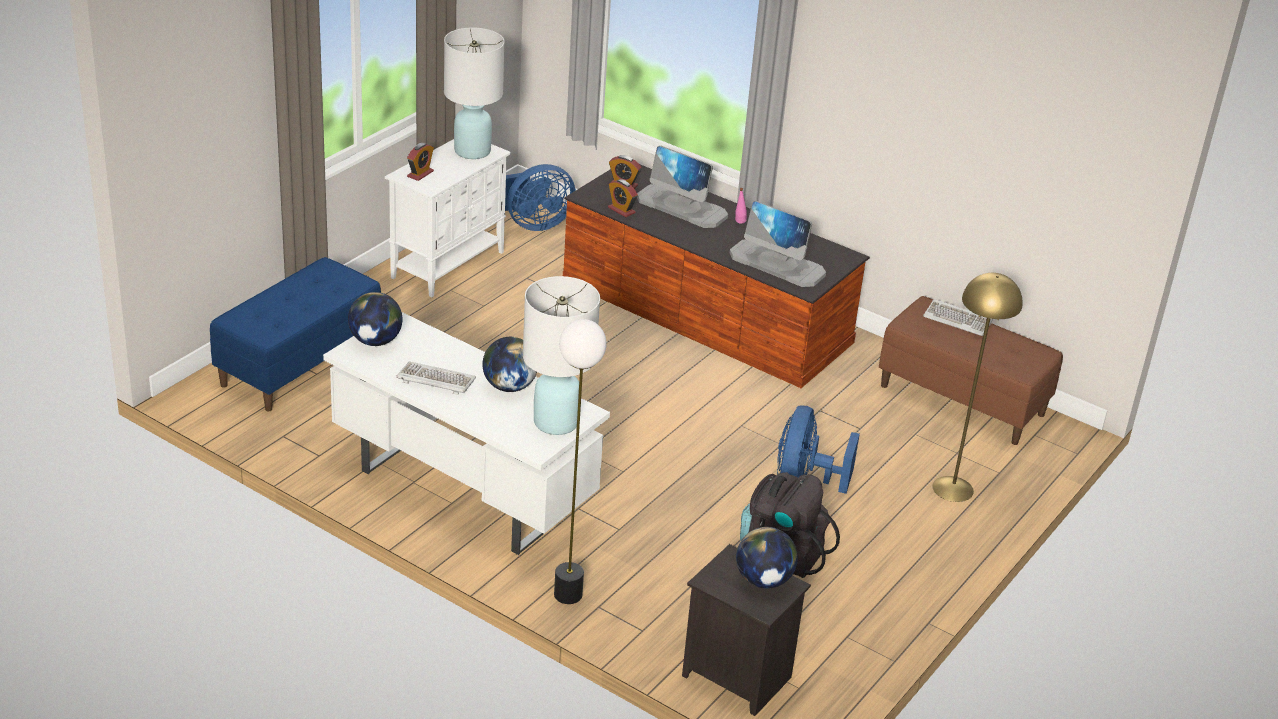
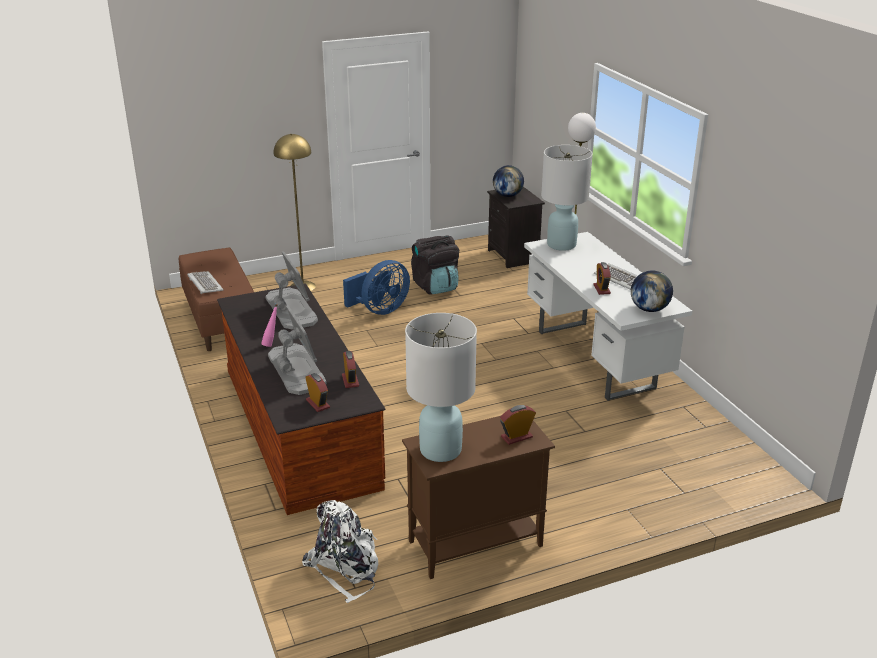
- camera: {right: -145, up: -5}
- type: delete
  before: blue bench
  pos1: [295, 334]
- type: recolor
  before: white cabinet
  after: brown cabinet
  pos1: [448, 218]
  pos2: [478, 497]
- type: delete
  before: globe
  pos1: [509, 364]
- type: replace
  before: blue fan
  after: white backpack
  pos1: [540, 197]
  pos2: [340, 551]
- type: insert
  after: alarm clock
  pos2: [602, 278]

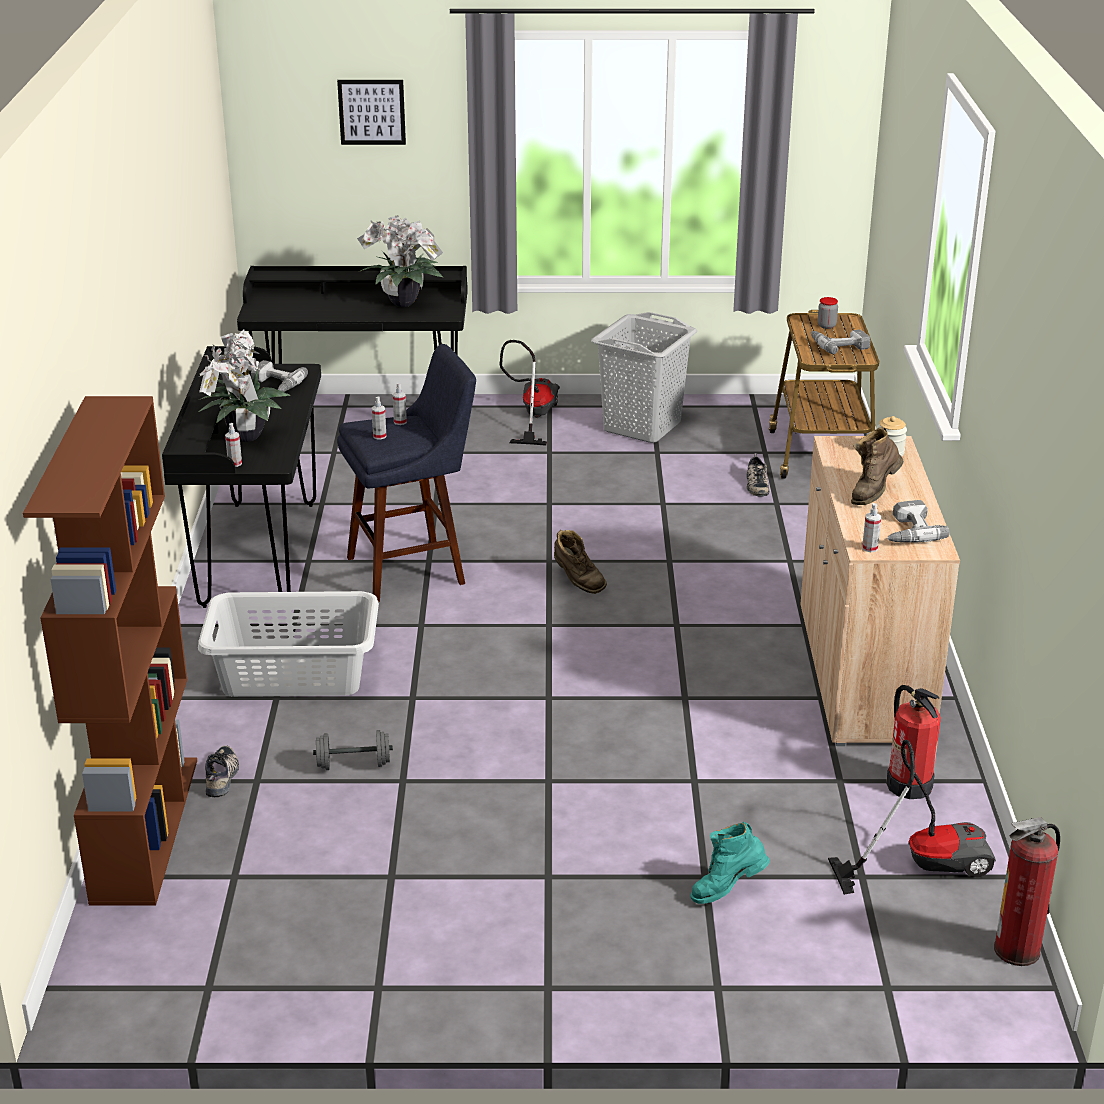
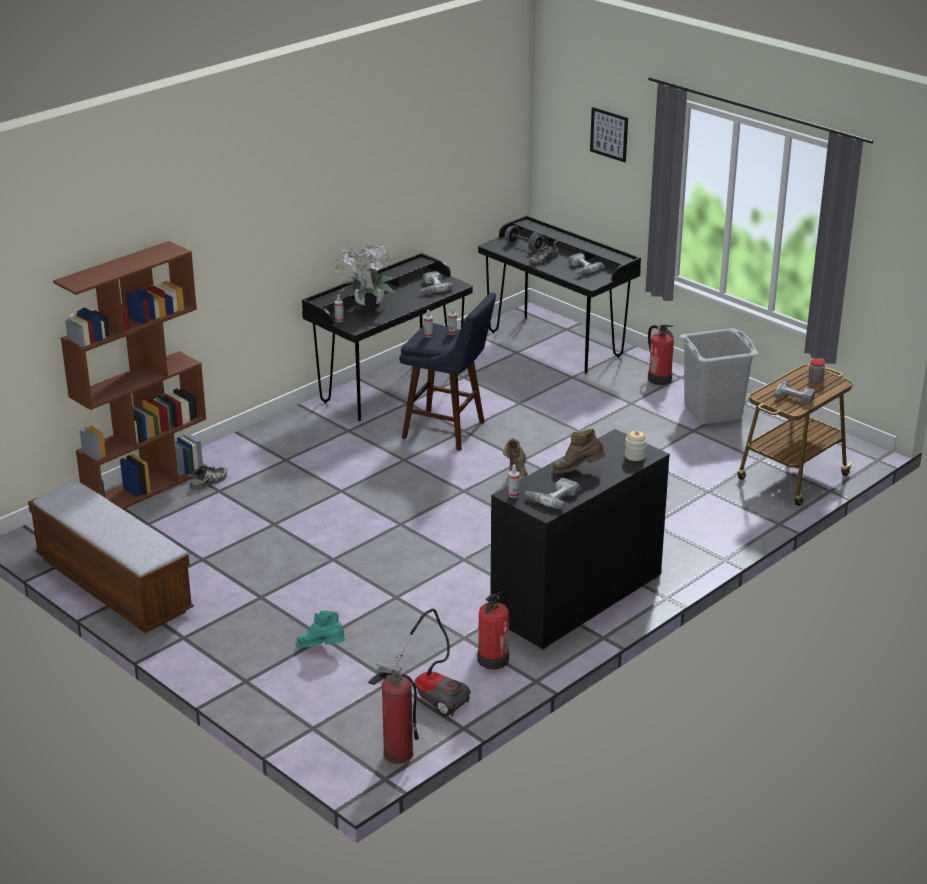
- camera: {right: 45, up: 0}
- type: delete
  before: grey laundry basket
  pos1: [288, 644]
- type: move
  before: grey dumbbell
  pos1: [353, 750]
  pos2: [523, 238]
- type: replace
  before: potted plant
  after: power drill
  pos1: [400, 261]
  pos2: [585, 264]
- type: replace
  before: vacuum cleaner
  after: fire extinguisher
  pos1: [529, 392]
  pos2: [661, 355]
- type: move
  before: shoe
  pos1: [757, 475]
  pos2: [544, 253]
- type: recolor
  before: beige cabinet
  after: black cabinet
  pos1: [880, 591]
  pos2: [580, 540]
- type: insert
  after: bench
  pos2: [111, 557]

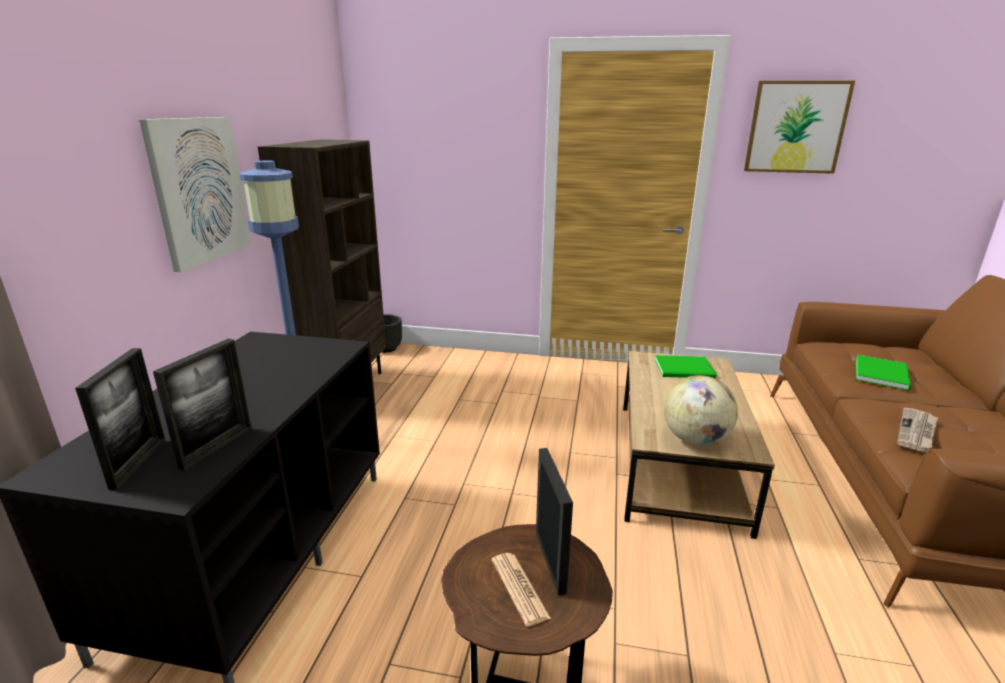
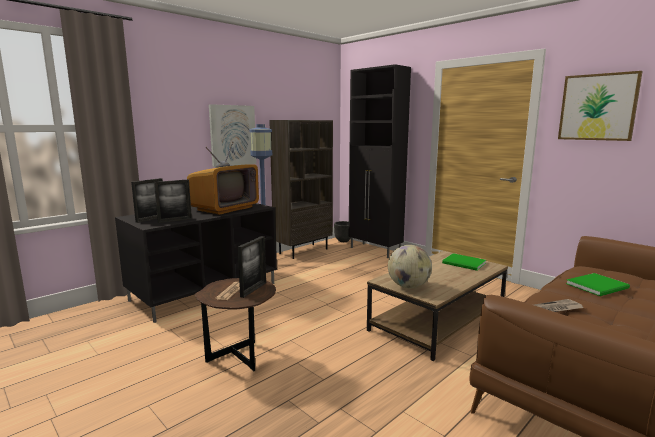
- camera: {right: 35, up: -10}
- type: insert
  after: television
  pos2: [223, 178]
- type: insert
  after: black cabinet
  pos2: [380, 161]

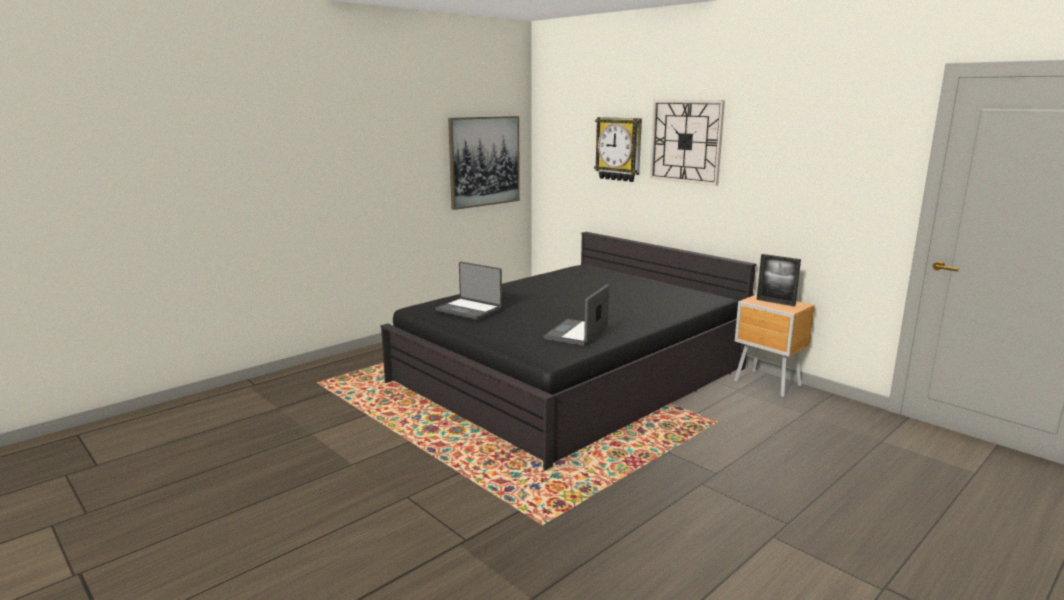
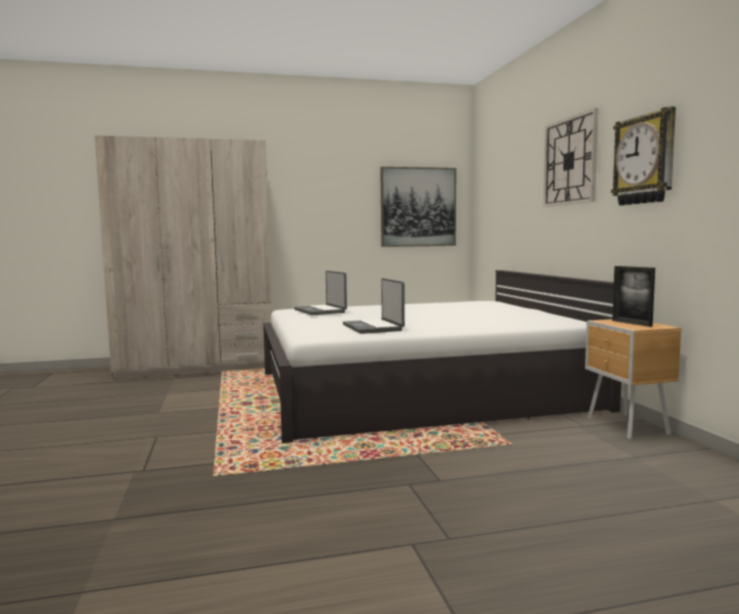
- camera: {right: 30, up: -10}
- type: recolor
  before: black bed
  after: white bed
  pos1: [568, 351]
  pos2: [442, 356]
- type: rotate
  before: laptop
  pos1: [576, 315]
  pos2: [374, 306]
  turn: -75
- type: move
  before: wall clock
  pos1: [618, 149]
  pos2: [643, 156]
- type: insert
  after: beige wardrobe
  pos2: [183, 257]

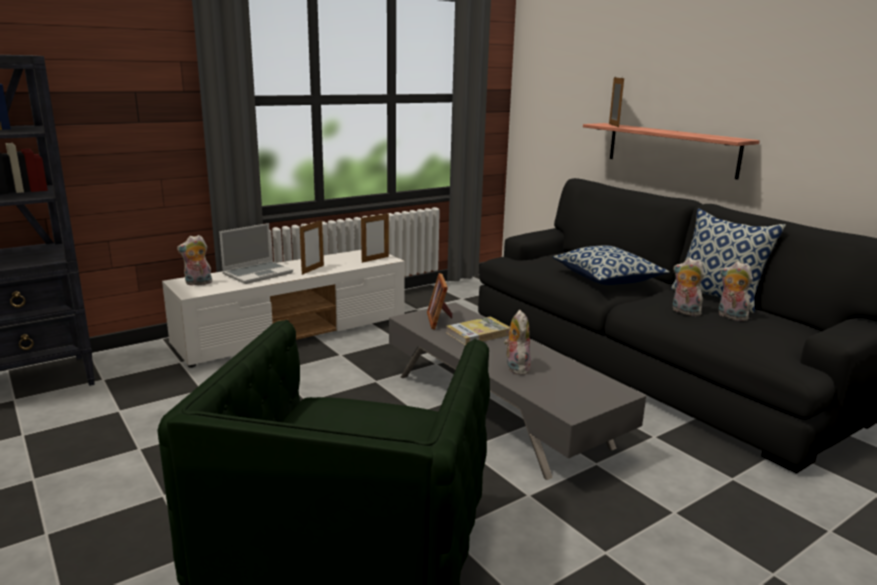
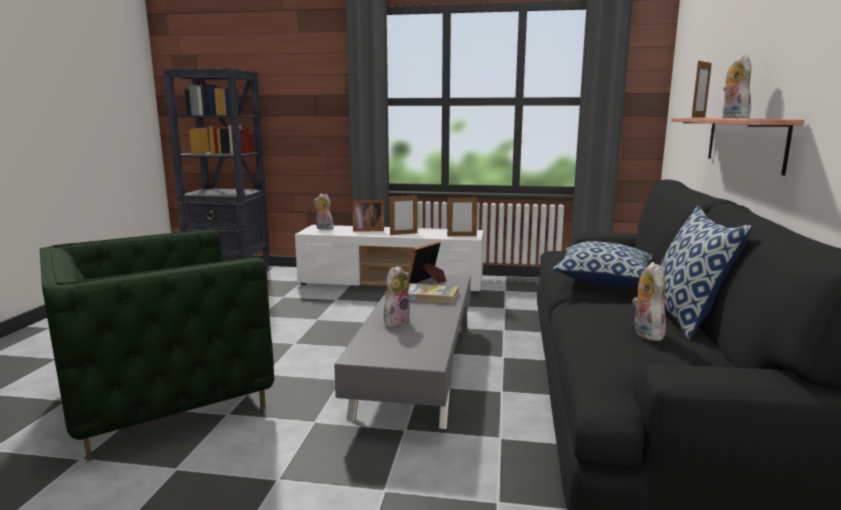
- camera: {right: 45, up: -5}
- type: replace
  before: laptop
  after: picture frame
  pos1: [256, 253]
  pos2: [368, 215]
- type: move
  before: plush toy
  pos1: [689, 287]
  pos2: [737, 86]

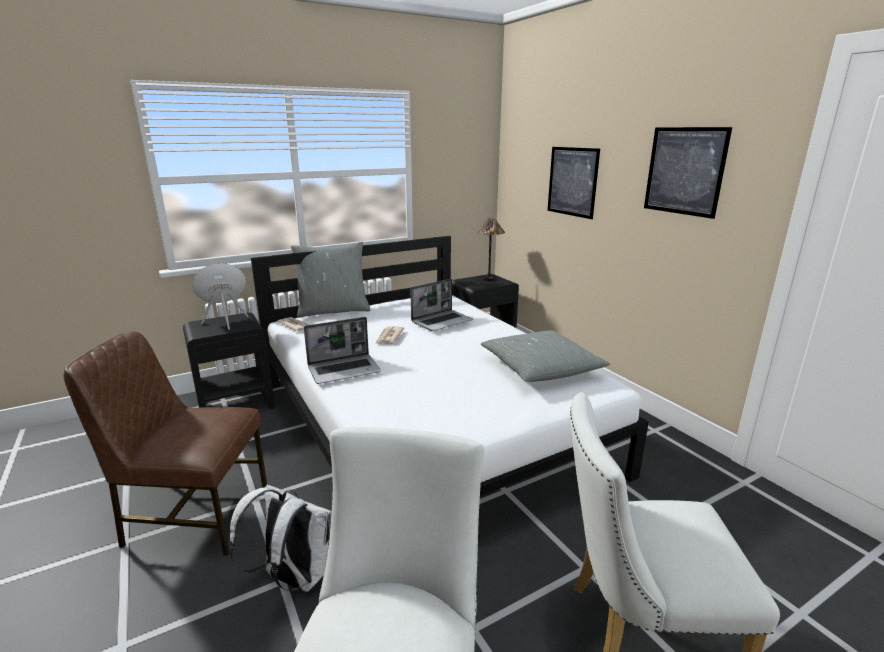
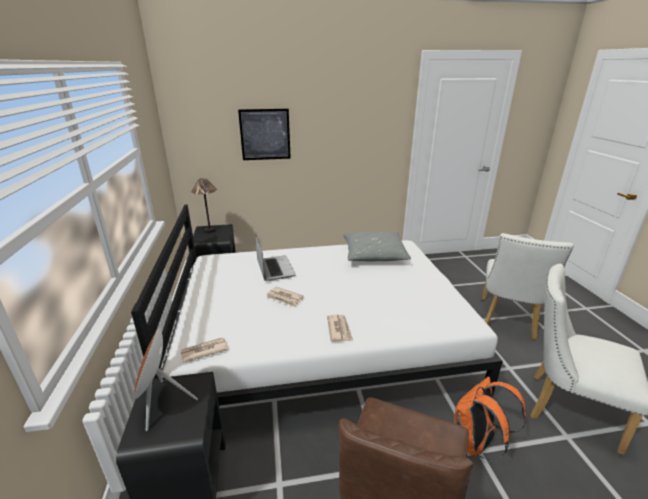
- camera: {right: -70, up: 5}
- type: recolor
  before: white backpack
  after: orange backpack
  pos1: [280, 538]
  pos2: [490, 418]
- type: delete
  before: grey pillow
  pos1: [330, 280]
- type: replace
  before: laptop
  after: newspaper
  pos1: [342, 350]
  pos2: [340, 328]
- type: delete
  before: picture
  pos1: [688, 173]

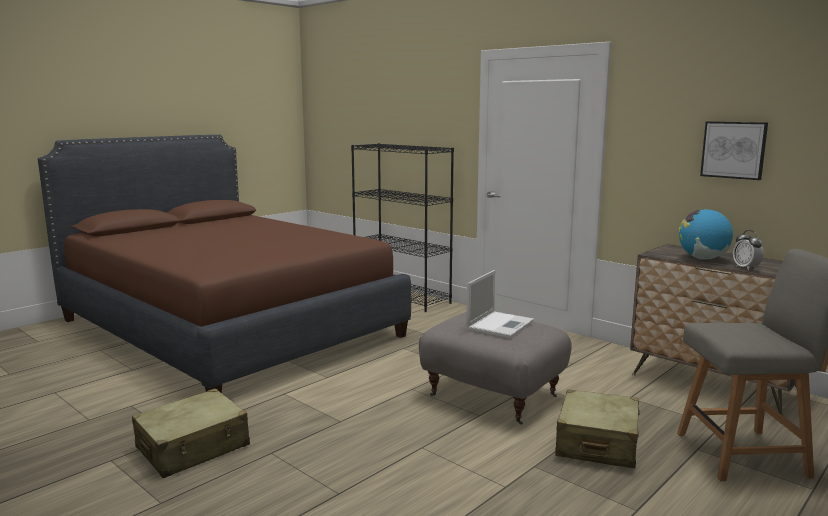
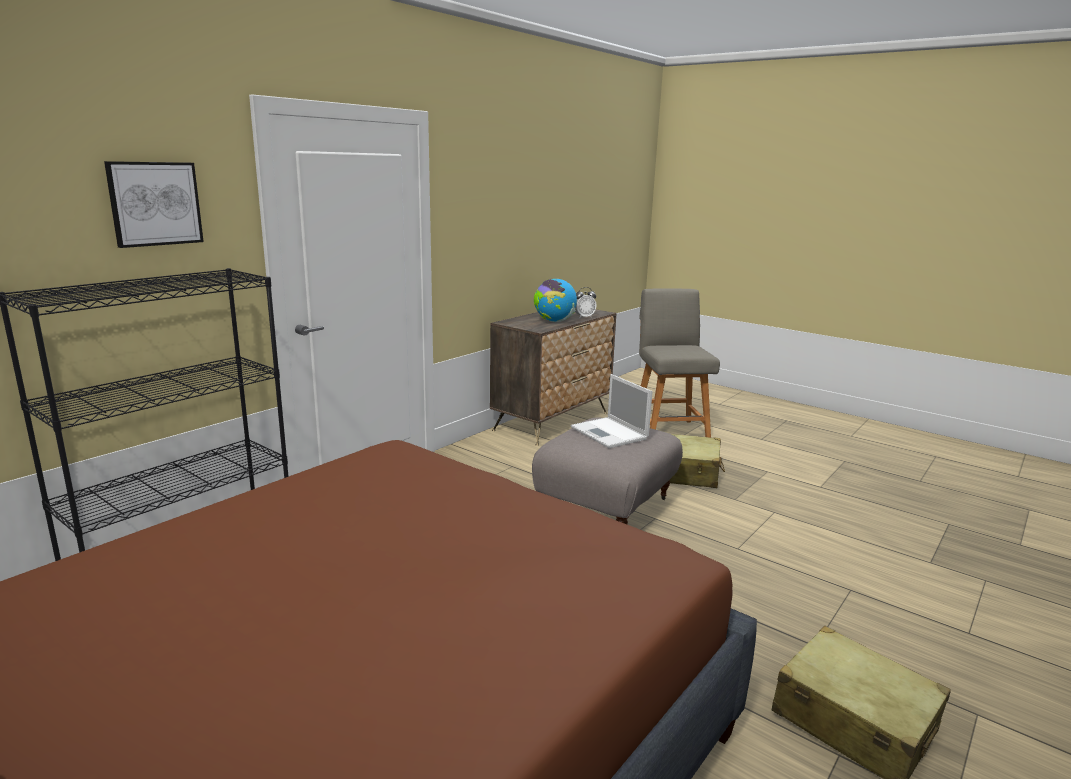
- camera: {right: -95, up: 5}
- type: rotate
  before: laptop
  pos1: [500, 304]
  pos2: [612, 411]
  turn: -150
- type: move
  before: picture
  pos1: [734, 150]
  pos2: [154, 204]

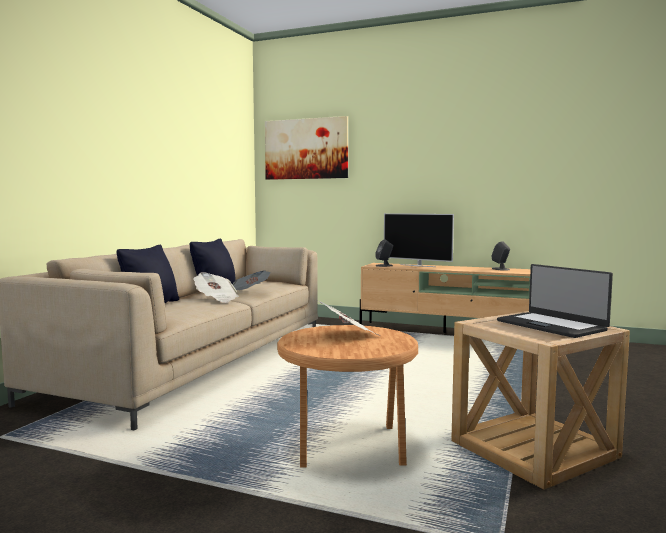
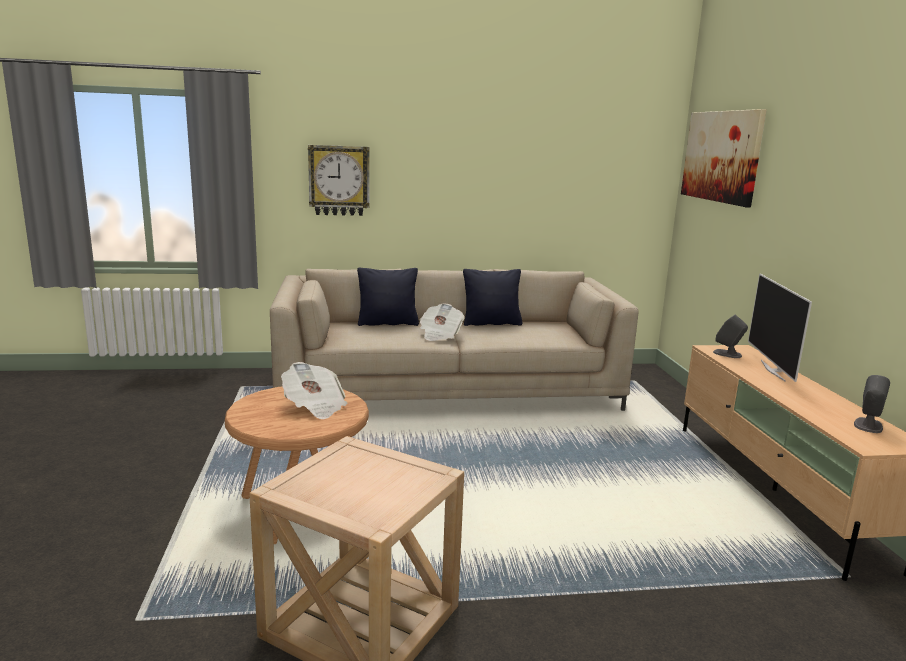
- camera: {right: 60, up: 10}
- type: delete
  before: newspaper
  pos1: [251, 280]
- type: delete
  before: laptop
  pos1: [555, 301]
- type: insert
  after: wall clock
  pos2: [339, 180]

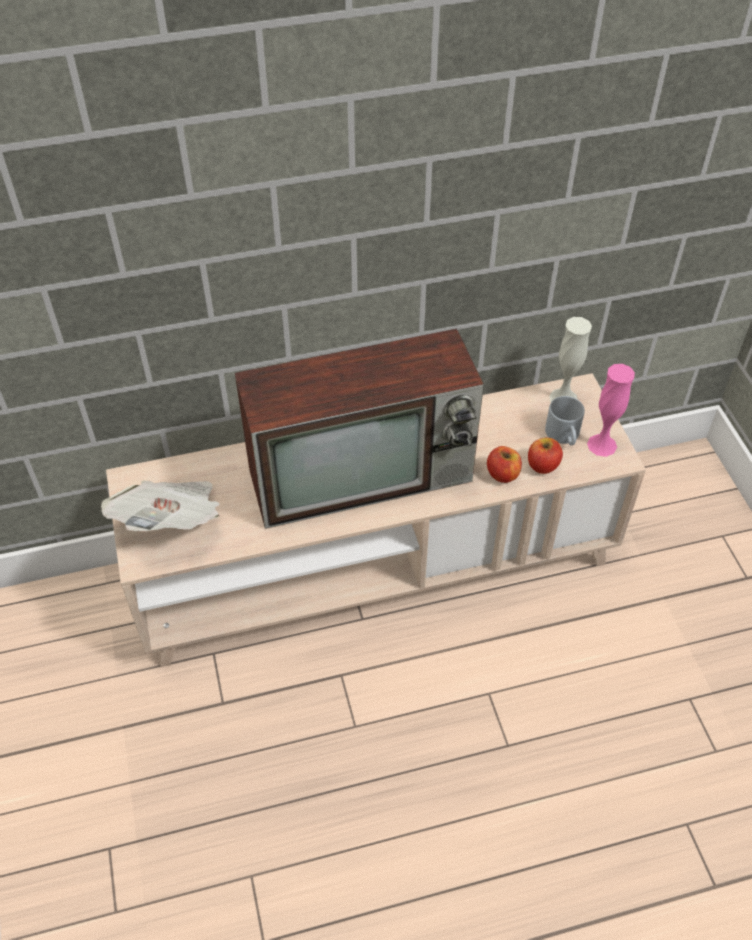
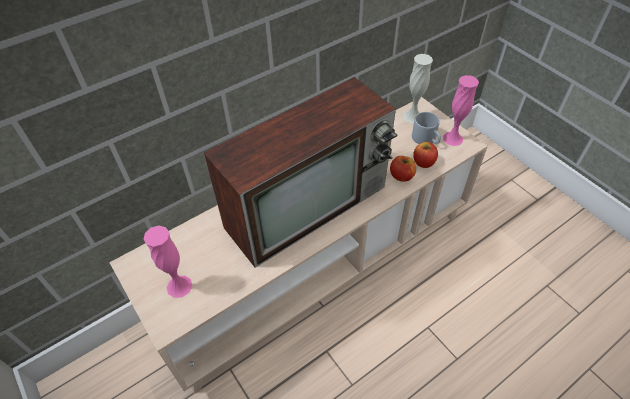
- camera: {right: -20, up: 0}
- type: replace
  before: newspaper
  after: pink vase
  pos1: [160, 506]
  pos2: [168, 262]

